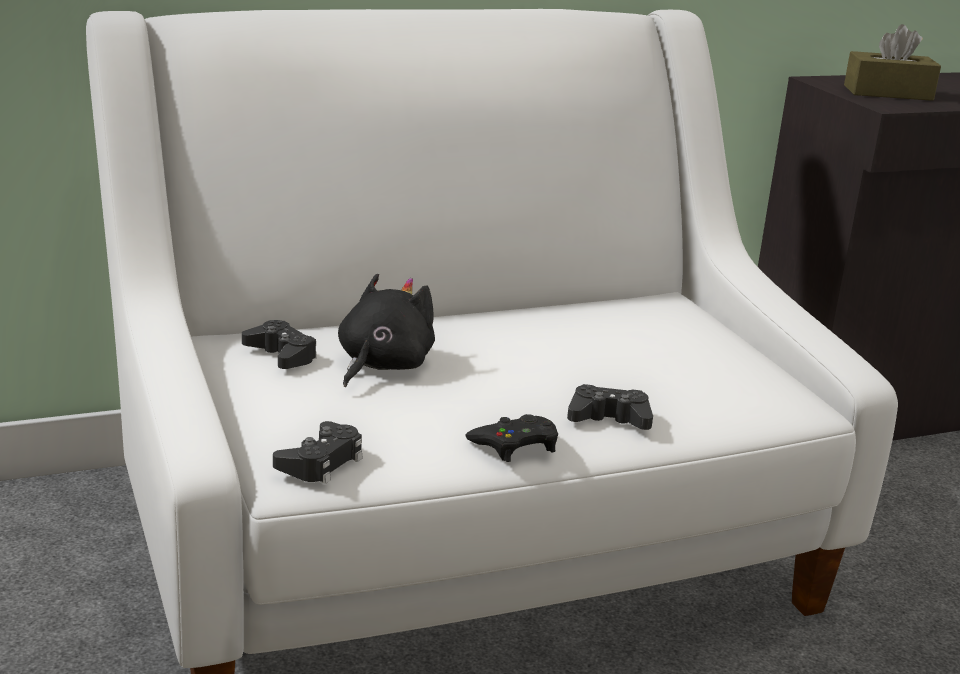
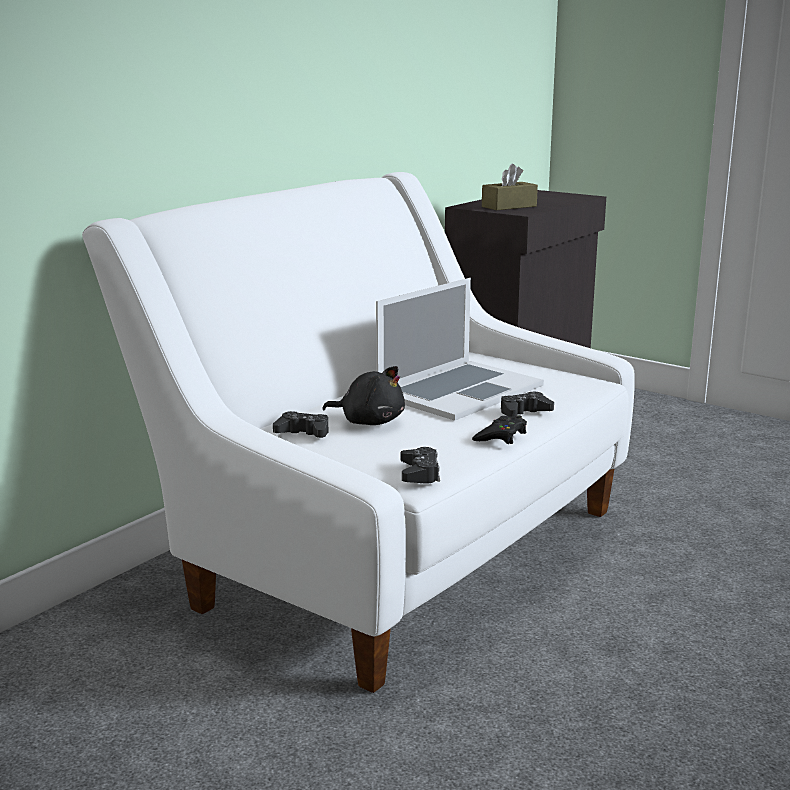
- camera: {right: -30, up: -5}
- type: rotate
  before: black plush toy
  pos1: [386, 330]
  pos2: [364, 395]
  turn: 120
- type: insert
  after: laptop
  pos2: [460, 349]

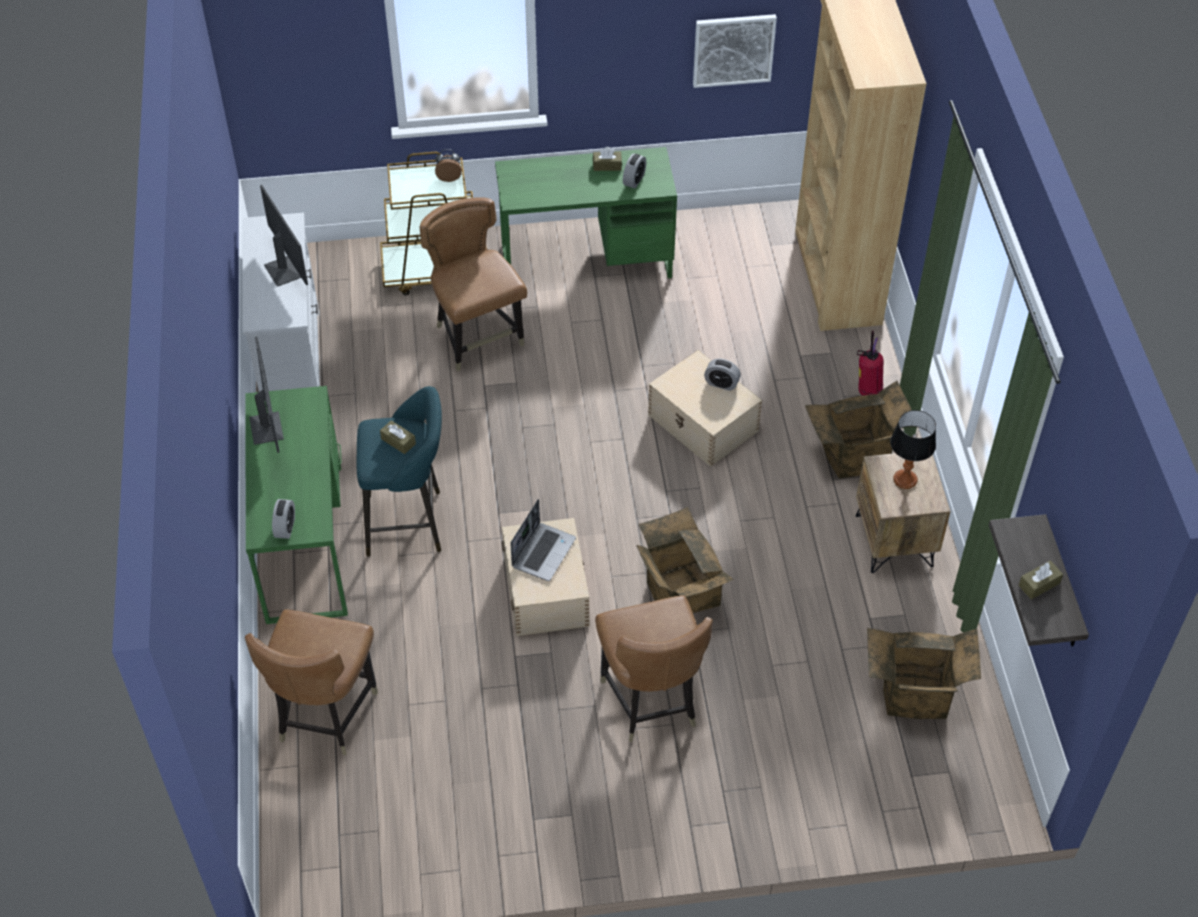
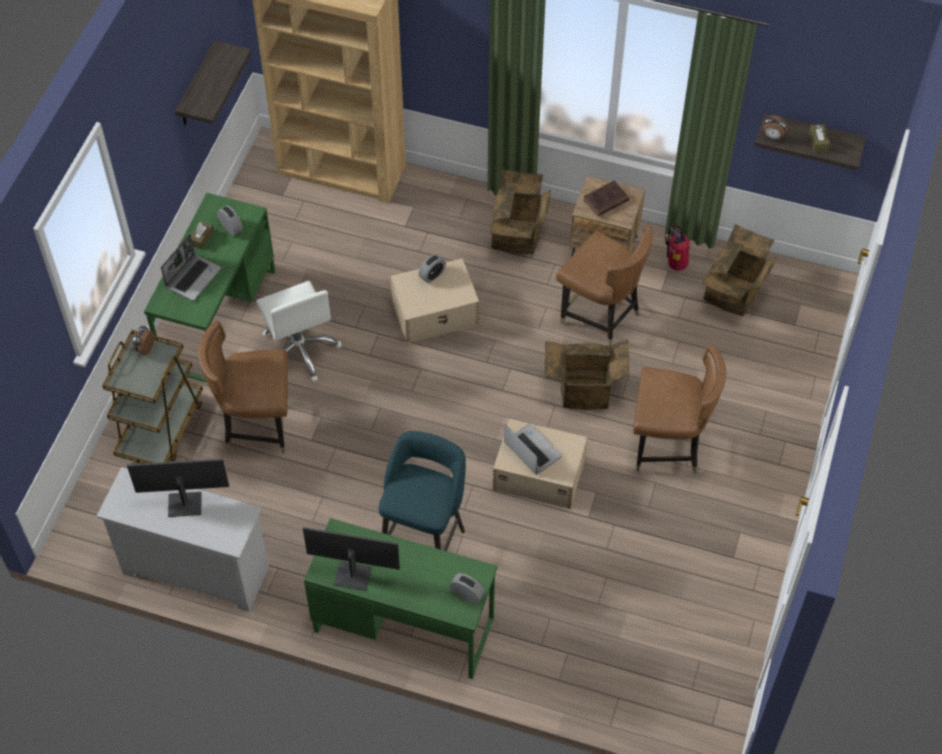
- camera: {right: -65, up: 5}
- type: move
  before: brown chair
  pos1: [311, 682]
  pos2: [604, 285]
- type: delete
  before: brown tissue box
  pos1: [398, 437]
- type: replace
  before: picture
  after: shelf
  pos1: [735, 51]
  pos2: [213, 83]
- type: move
  before: fire extinguisher
  pos1: [870, 363]
  pos2: [677, 247]
- type: replace
  before: table lamp
  after: brown book
  pos1: [913, 449]
  pos2: [606, 199]
- type: insert
  after: laptop
  pos2: [191, 267]
- type: insert
  after: white office chair
  pos2: [298, 331]
- type: insert
  after: alarm clock
  pos2: [775, 127]

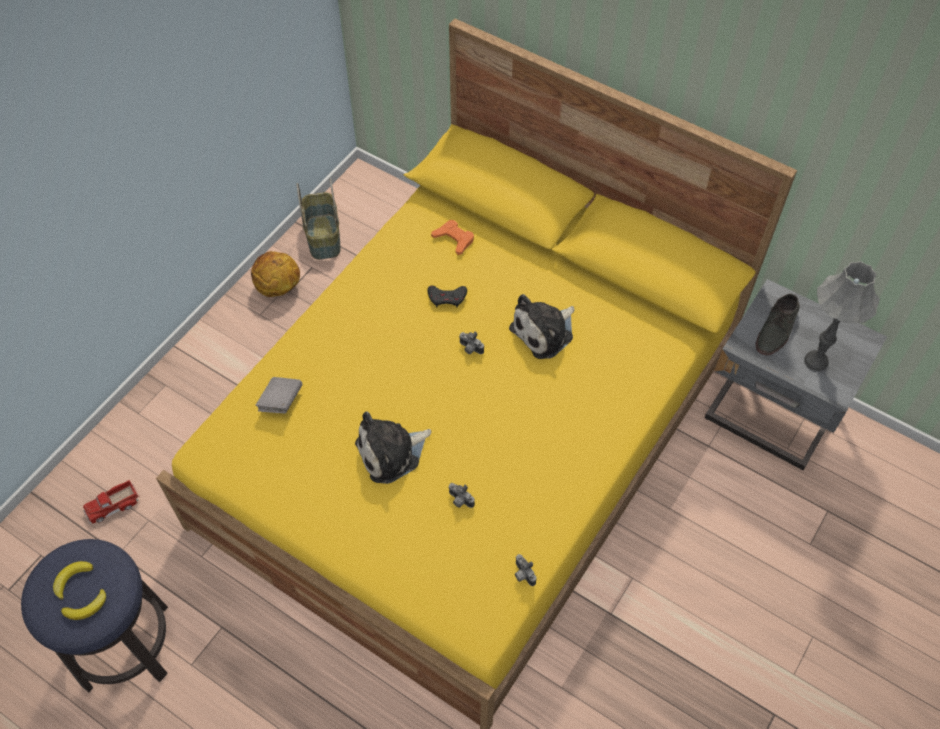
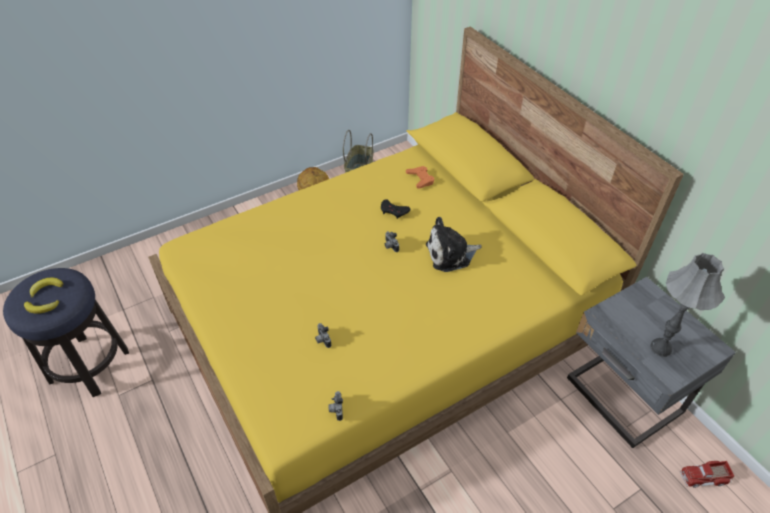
- camera: {right: 25, up: -10}
- type: move
  before: toy truck
  pos1: [111, 502]
  pos2: [707, 474]
- type: delete
  before: grey book
  pos1: [279, 395]
- type: delete
  before: plush toy
  pos1: [393, 447]
- type: delete
  before: grey shoe
  pos1: [778, 324]

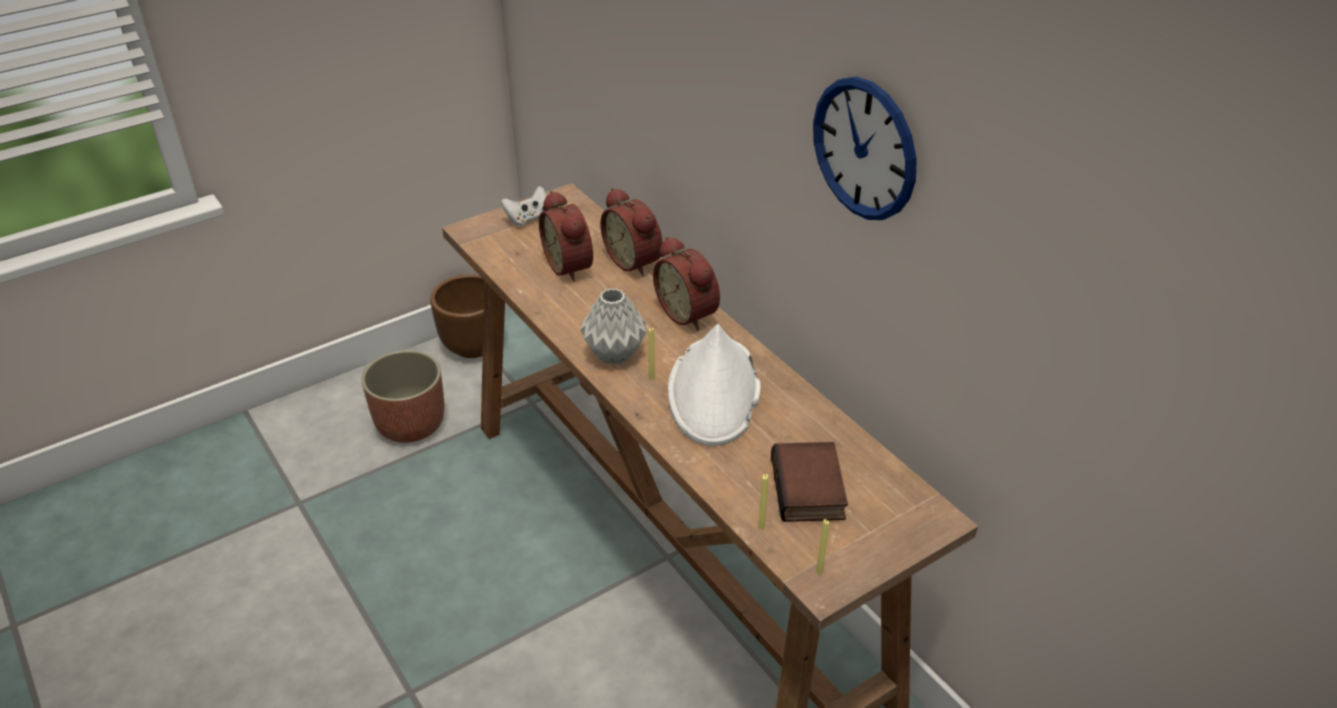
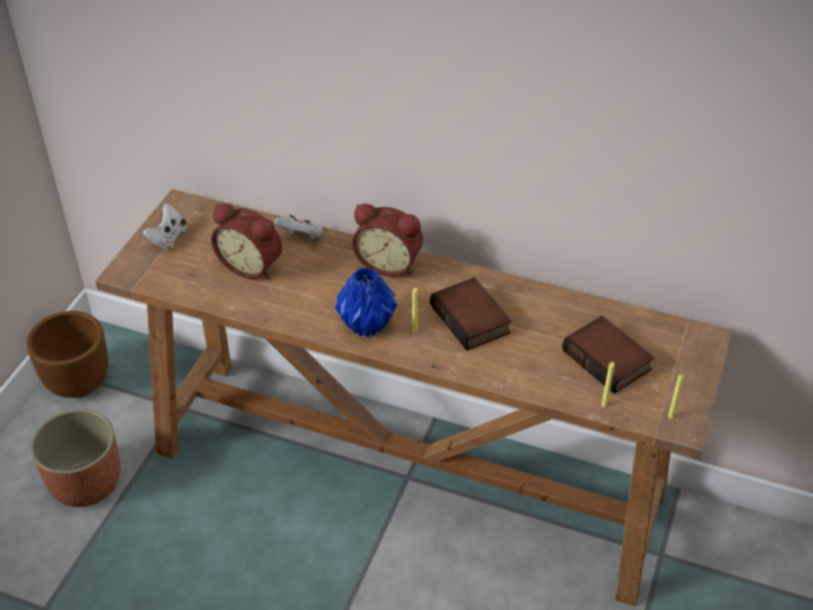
- camera: {right: -35, up: 5}
- type: recolor
  before: grey vase
  after: blue vase
  pos1: [613, 326]
  pos2: [366, 302]
- type: replace
  before: alarm clock
  after: white game controller
  pos1: [631, 232]
  pos2: [298, 227]
- type: replace
  before: white hat
  after: book
  pos1: [714, 385]
  pos2: [470, 314]
- type: delete
  before: wall clock
  pos1: [865, 148]

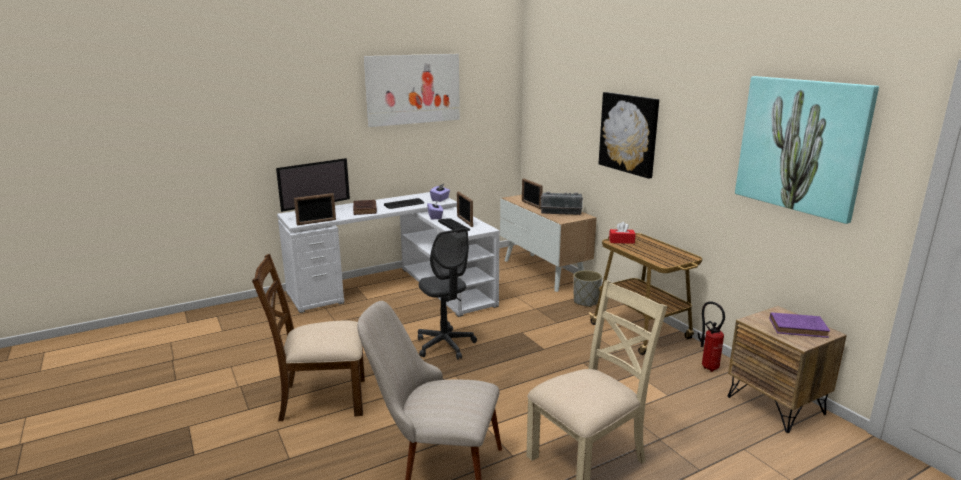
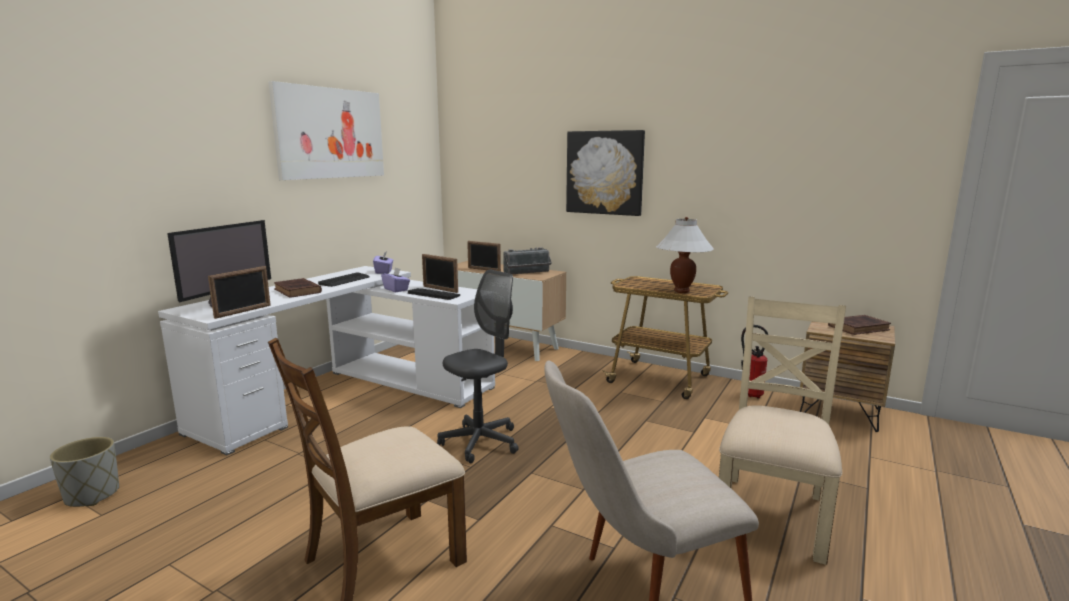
- camera: {right: -30, up: -5}
- type: rotate
  before: grey office chair
  pos1: [447, 294]
  pos2: [477, 366]
  turn: -75
- type: move
  before: grey planter
  pos1: [587, 288]
  pos2: [84, 472]
- type: delete
  before: red tissue box
  pos1: [622, 233]
- type: delete
  before: picture
  pos1: [807, 150]
- type: recolor
  before: purple book
  after: brown book
  pos1: [800, 325]
  pos2: [859, 325]
- type: insert
  after: white table lamp
  pos2: [685, 255]

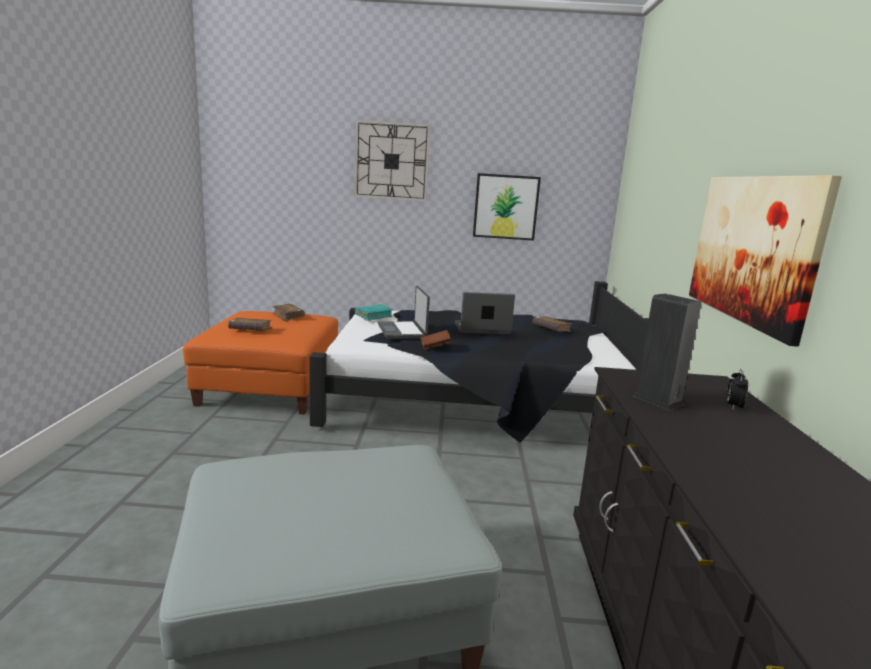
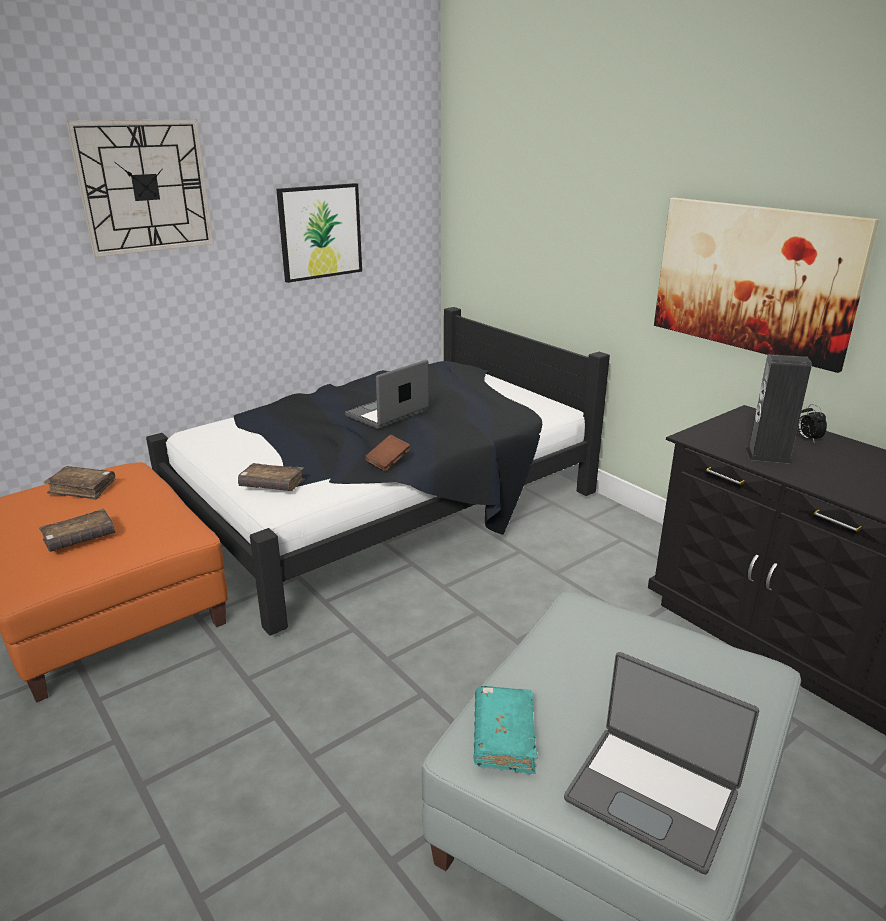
- camera: {right: -40, up: 10}
- type: move
  before: turquoise book
  pos1: [374, 312]
  pos2: [505, 730]
- type: move
  before: laptop
  pos1: [404, 312]
  pos2: [661, 763]
- type: move
  before: brown book
  pos1: [552, 324]
  pos2: [271, 477]

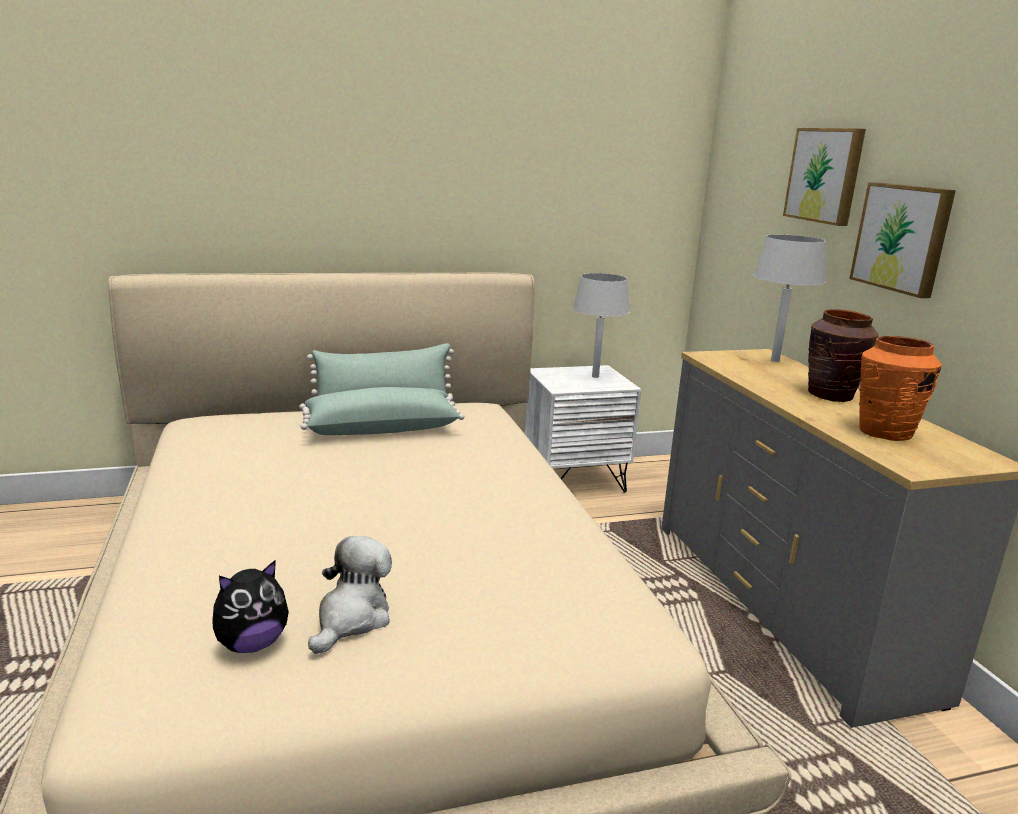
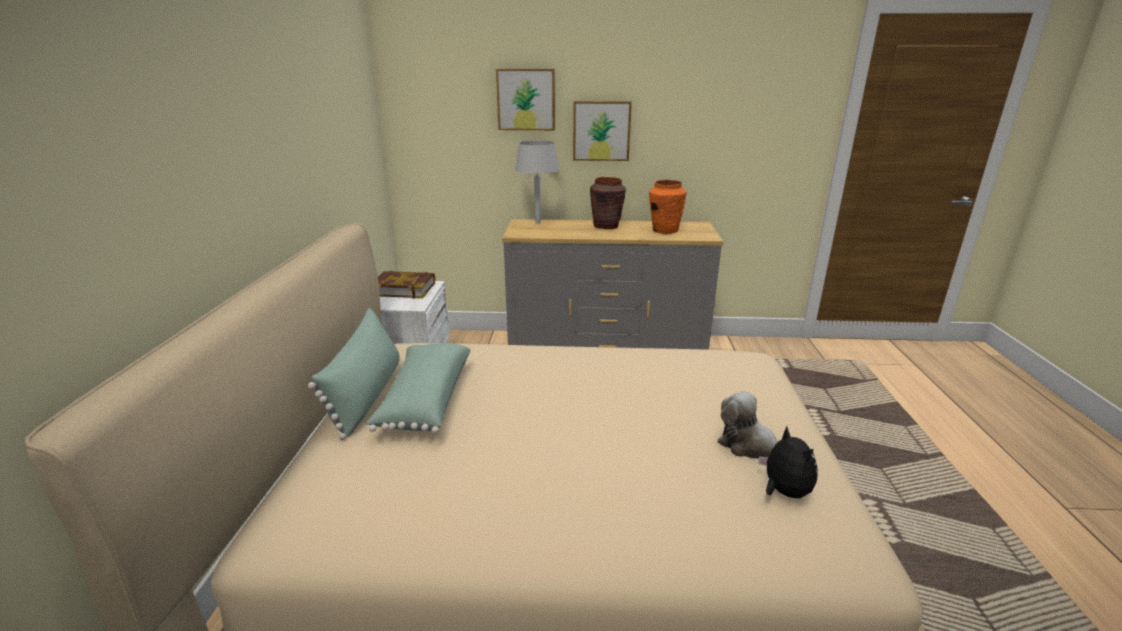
- camera: {right: -70, up: 5}
- type: replace
  before: grey table lamp
  after: book
  pos1: [601, 325]
  pos2: [406, 285]

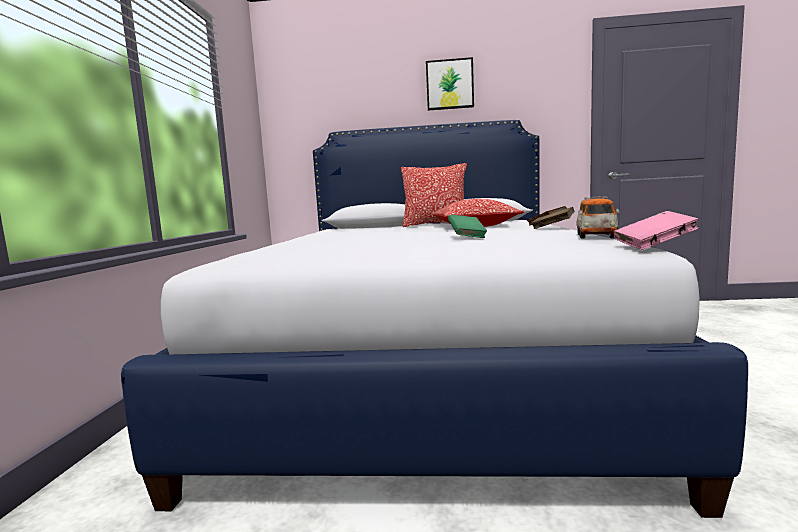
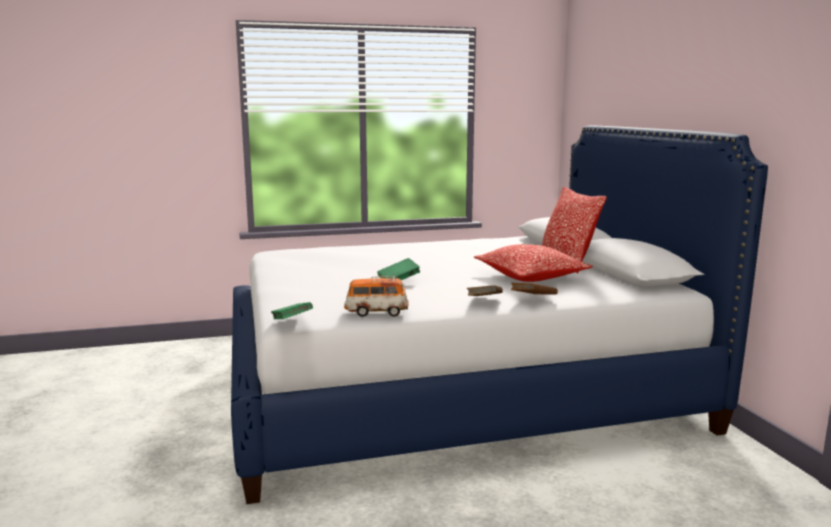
- camera: {right: 70, up: 5}
- type: delete
  before: picture
  pos1: [450, 83]
- type: recolor
  before: pink book
  after: green book
  pos1: [656, 230]
  pos2: [292, 310]

